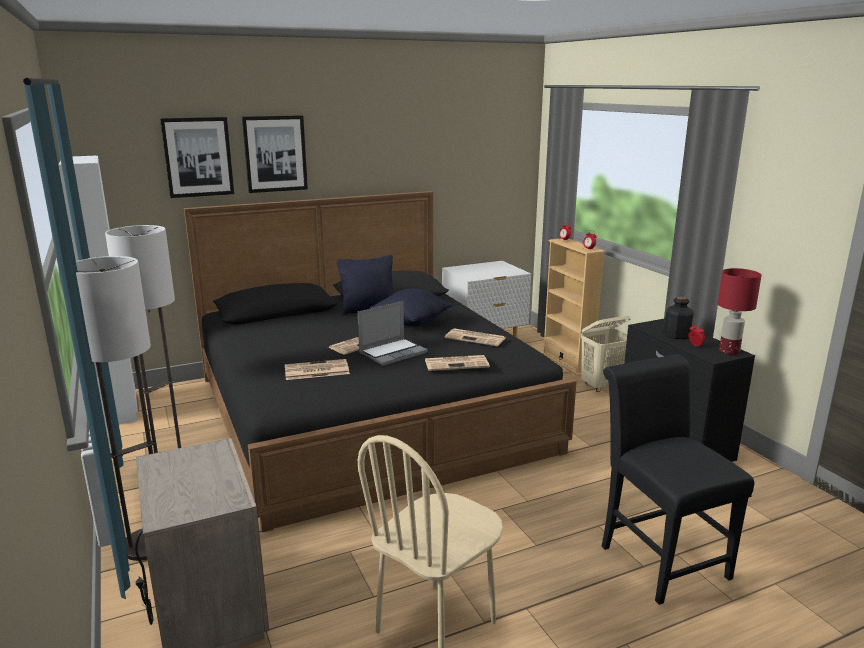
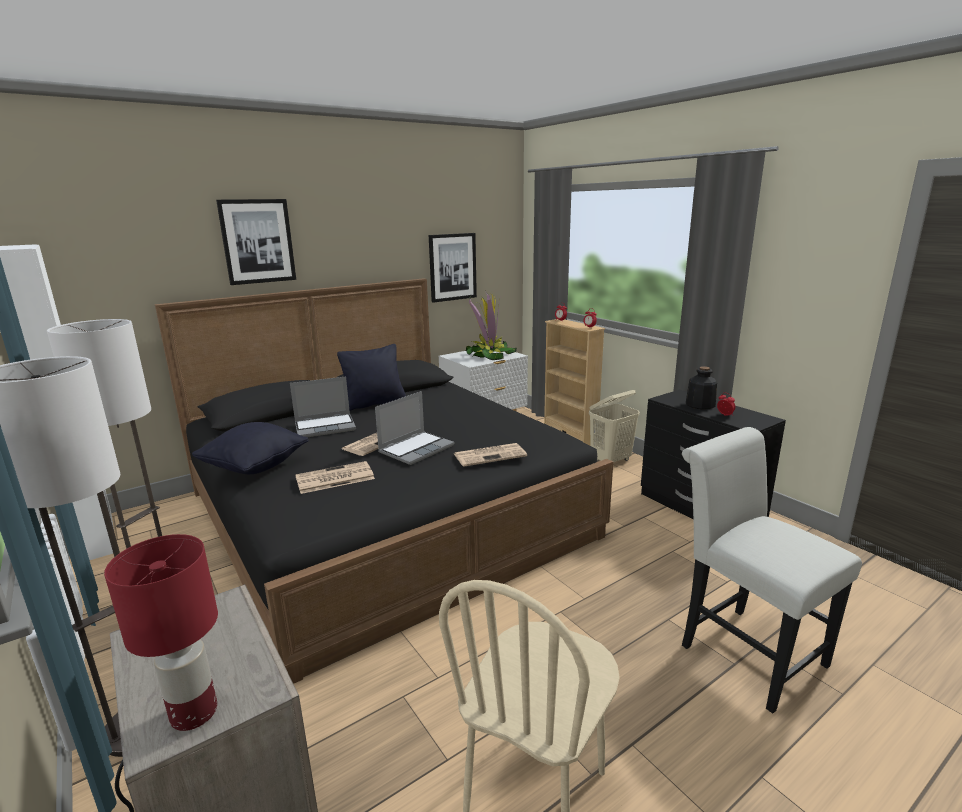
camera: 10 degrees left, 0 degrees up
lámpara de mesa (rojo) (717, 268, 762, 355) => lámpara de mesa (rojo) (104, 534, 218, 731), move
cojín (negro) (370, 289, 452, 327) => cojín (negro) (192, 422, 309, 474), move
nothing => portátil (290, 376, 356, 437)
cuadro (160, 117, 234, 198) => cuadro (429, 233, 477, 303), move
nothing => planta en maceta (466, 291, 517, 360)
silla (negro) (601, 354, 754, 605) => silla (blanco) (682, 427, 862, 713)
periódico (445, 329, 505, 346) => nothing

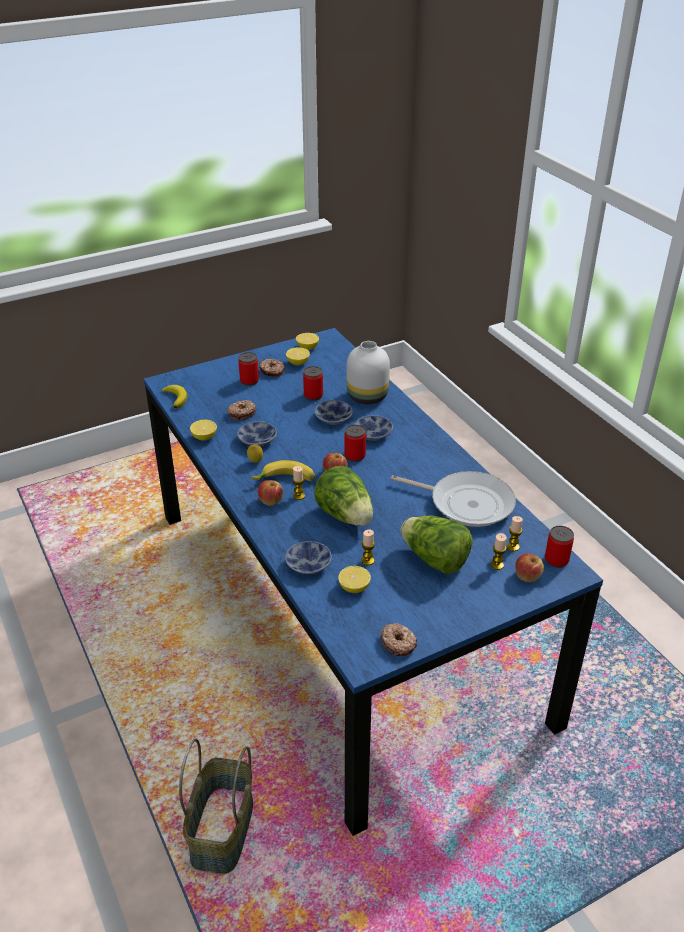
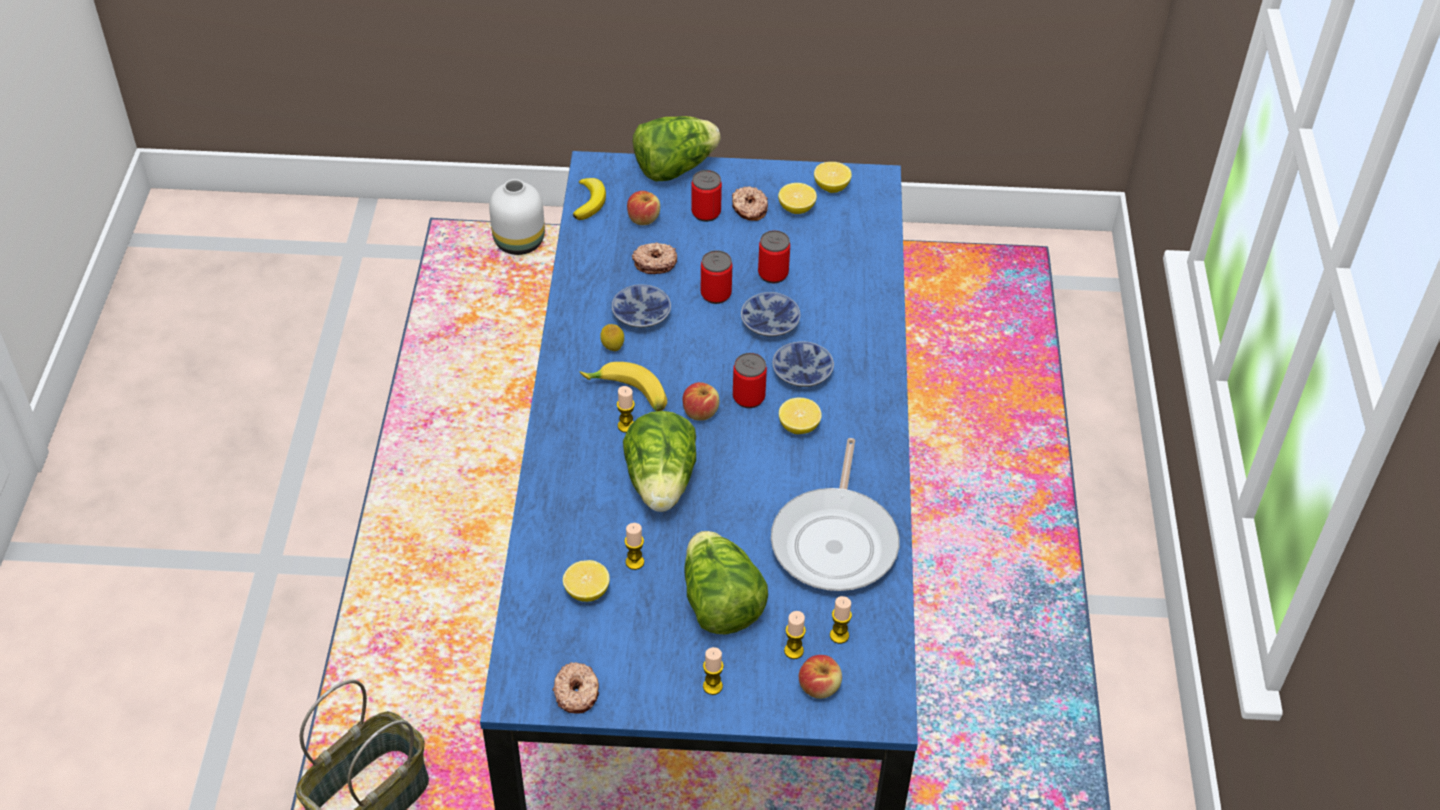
camera: 30 degrees right, 10 degrees up
florero (blanco) (347, 341, 390, 404) => florero (blanco) (489, 179, 545, 255), move
manzana (257, 480, 283, 506) => manzana (627, 191, 660, 225), move
nothing => lechuga (633, 116, 721, 181)
lata (545, 526, 574, 568) => lata (701, 250, 732, 304), move
nothing => vela (703, 647, 724, 695)
sartén (391, 471, 516, 527) => sartén (771, 438, 899, 591), 45 degrees clockwise
limón (190, 420, 217, 441) => limón (779, 397, 822, 434), move
cuenco (285, 541, 332, 574) => nothing

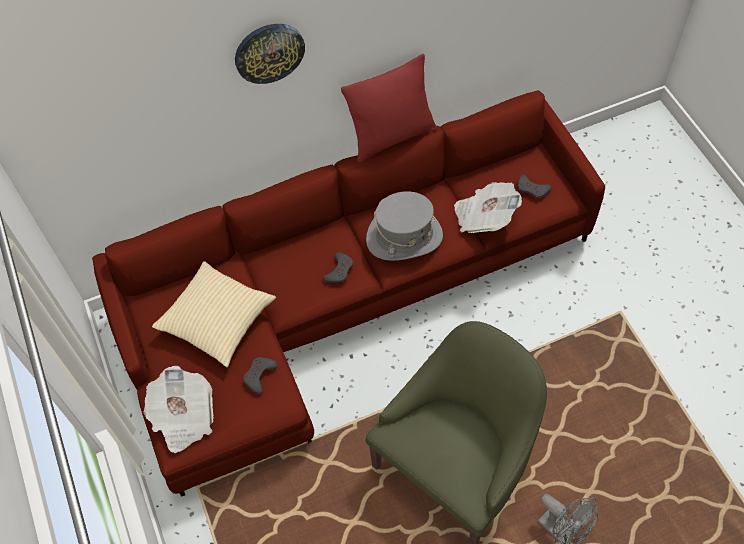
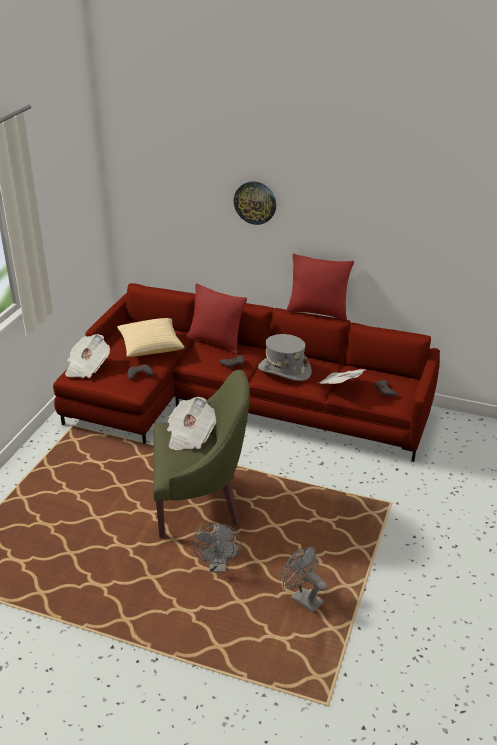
camera: 40 degrees right, 25 degrees down
nothing => periódico (167, 397, 216, 450)
nothing => cojín (rojo) (187, 283, 247, 354)
nothing => ventilador (gris) (282, 547, 327, 613)

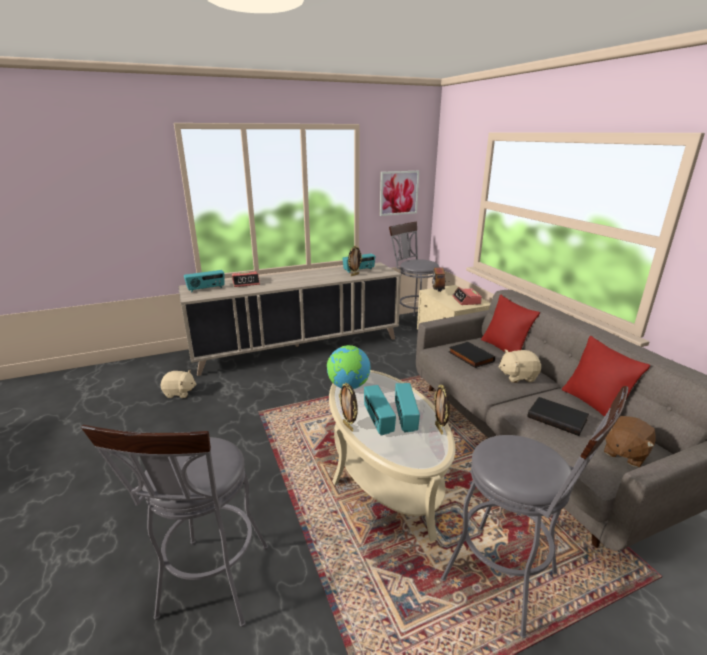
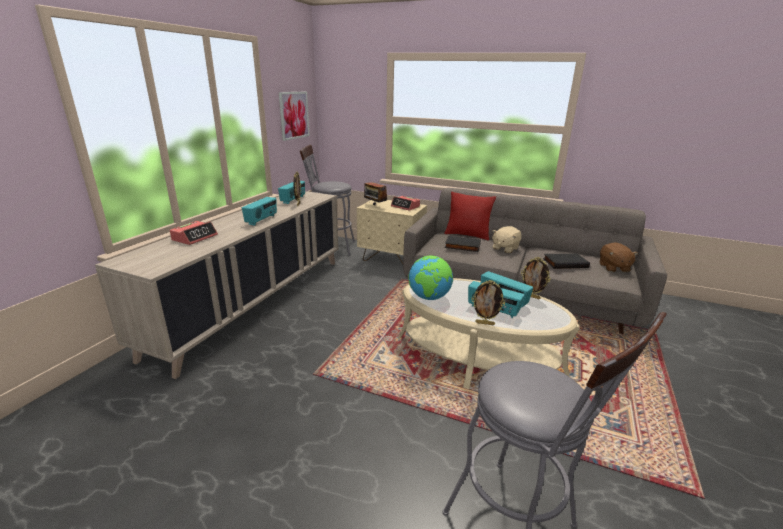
camera: 45 degrees left, 0 degrees up
radio (184, 270, 224, 292) => radio (242, 197, 277, 226), move
peluche (beis) (160, 370, 197, 398) => nothing
taburete (gris) (441, 386, 628, 638) => nothing
cojín (rojo) (562, 335, 650, 417) => nothing

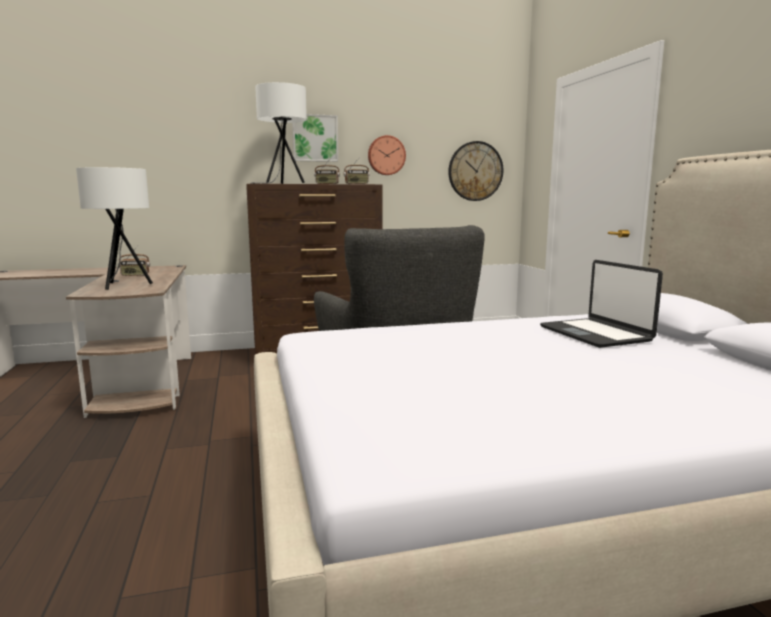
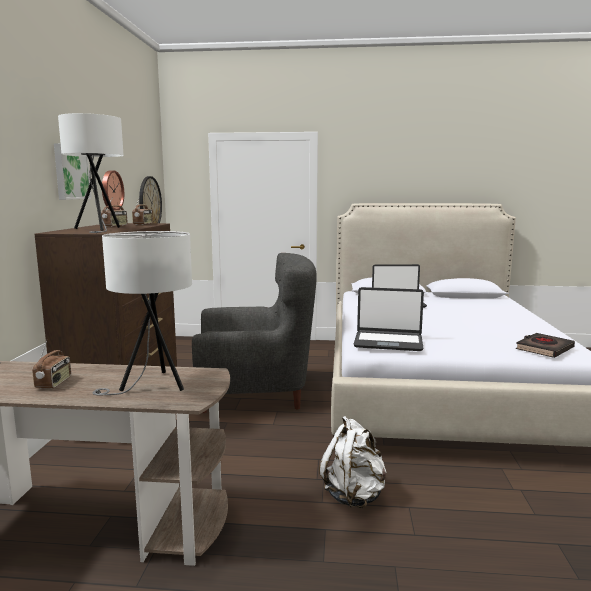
camera: 70 degrees left, 0 degrees up
nothing => mochila (blanco) (319, 416, 387, 508)
nothing => portátil (354, 287, 424, 351)
nothing => libro (negro) (515, 333, 575, 358)

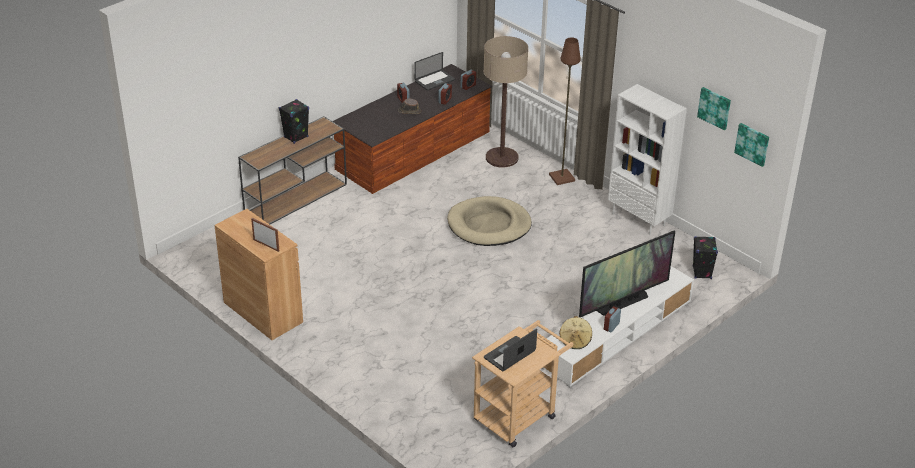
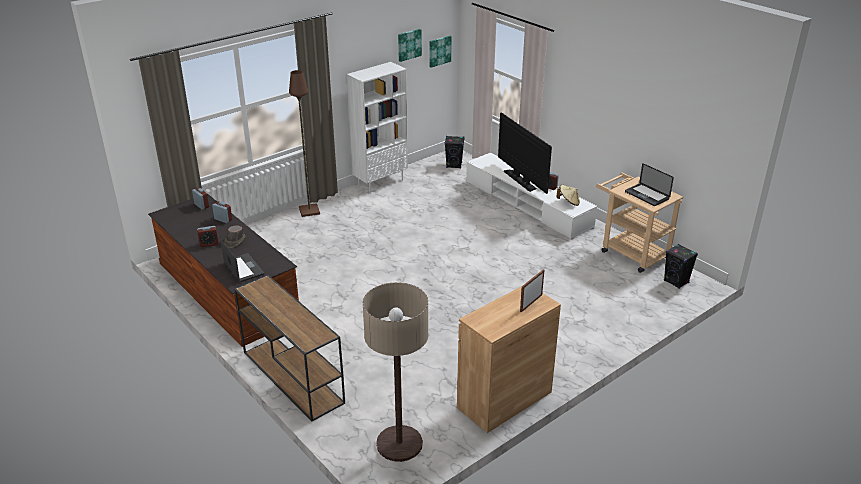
camera: 85 degrees left, 5 degrees down
portátil (414, 52, 455, 91) => portátil (220, 239, 264, 282), move
lámpara de pie (484, 36, 528, 167) => lámpara de pie (363, 283, 429, 462), move
altavoz (negro) (279, 99, 309, 144) => altavoz (negro) (664, 244, 698, 289), move
cama para perro (beis) (447, 196, 532, 246) => nothing

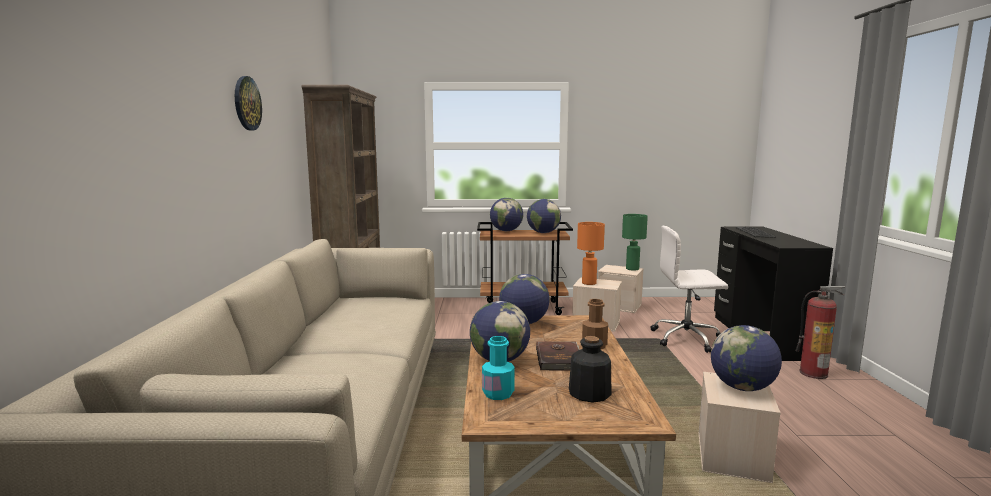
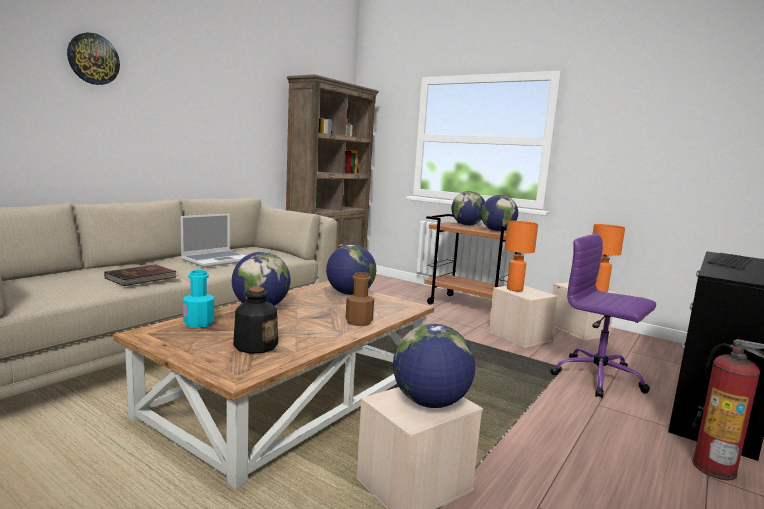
camera: 35 degrees right, 0 degrees up
reloj de pared (235, 76, 262, 130) => reloj de pared (67, 33, 120, 85), move
libro (marrón) (536, 341, 580, 370) => libro (marrón) (104, 264, 178, 286), move
nothing => portátil (181, 213, 246, 267)
silla de oficina (blanco) (651, 226, 728, 353) => silla de oficina (morado) (550, 234, 656, 398)
lámpara de mesa (verde) (622, 214, 648, 271) => lámpara de mesa (naranja) (593, 224, 625, 292)

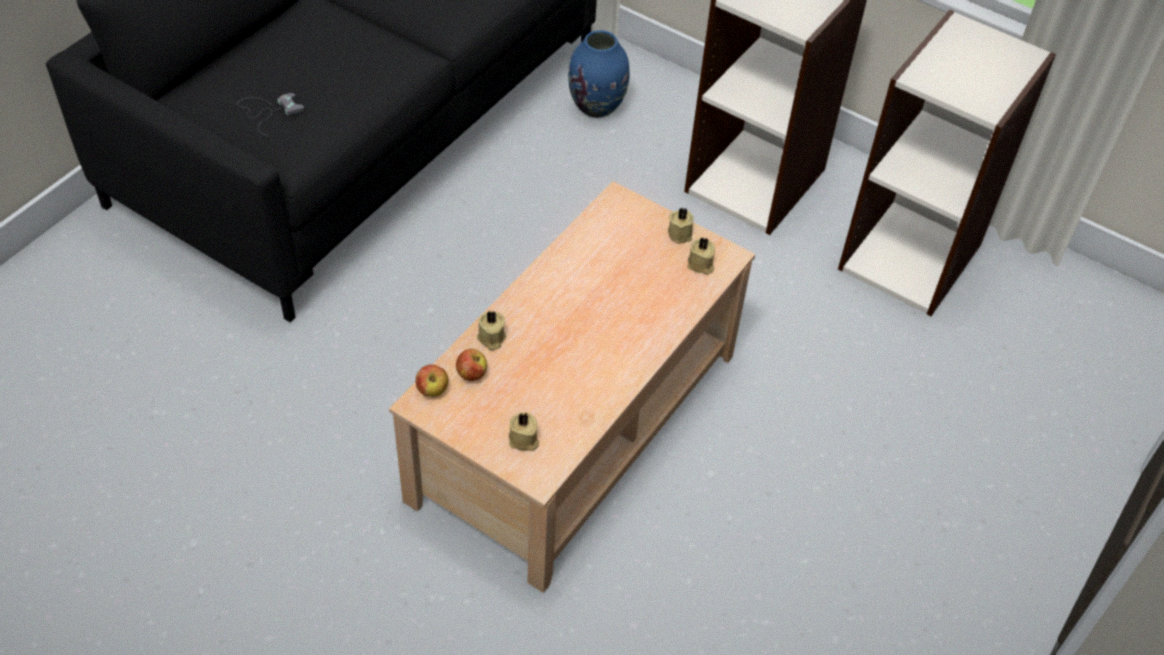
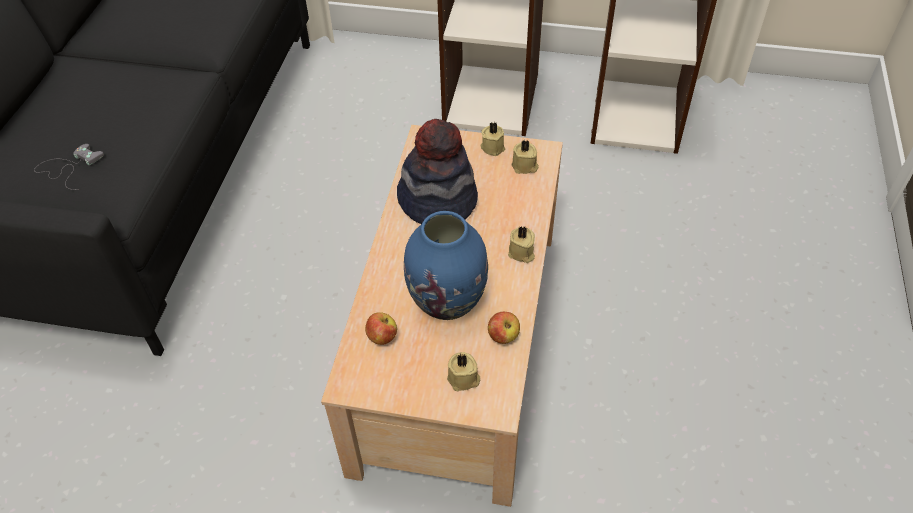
camera: 20 degrees left, 0 degrees up
nothing => sombrero (397, 119, 478, 224)
florero (azul) (568, 30, 630, 118) => florero (azul) (404, 211, 488, 320), move
manzana (415, 365, 448, 396) => manzana (488, 312, 520, 344), move
vela (beis) (477, 311, 506, 350) => vela (beis) (508, 226, 535, 263), move

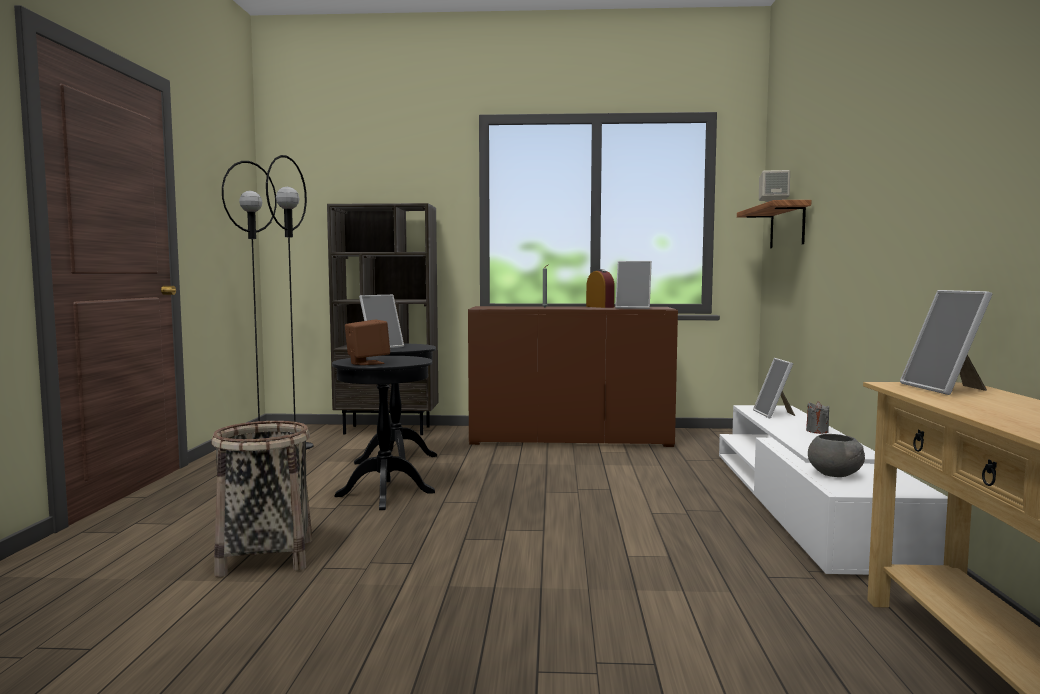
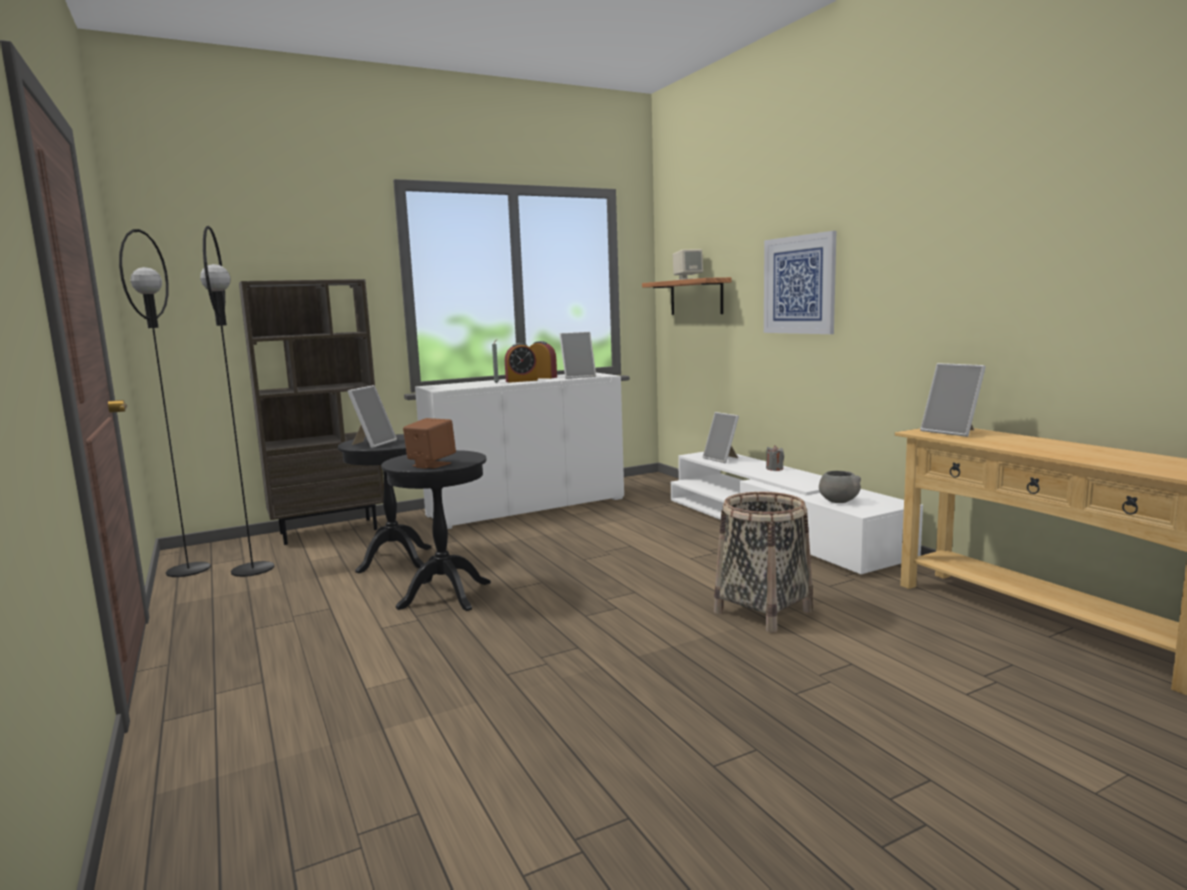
camera: 30 degrees left, 5 degrees up
armario (marrón) (468, 306, 678, 447) => armario (blanco) (415, 373, 624, 529)
nothing => despertador (505, 343, 538, 383)
cesta (211, 421, 312, 577) => cesta (713, 492, 813, 633), move
nothing => cuadro (764, 231, 836, 334)

